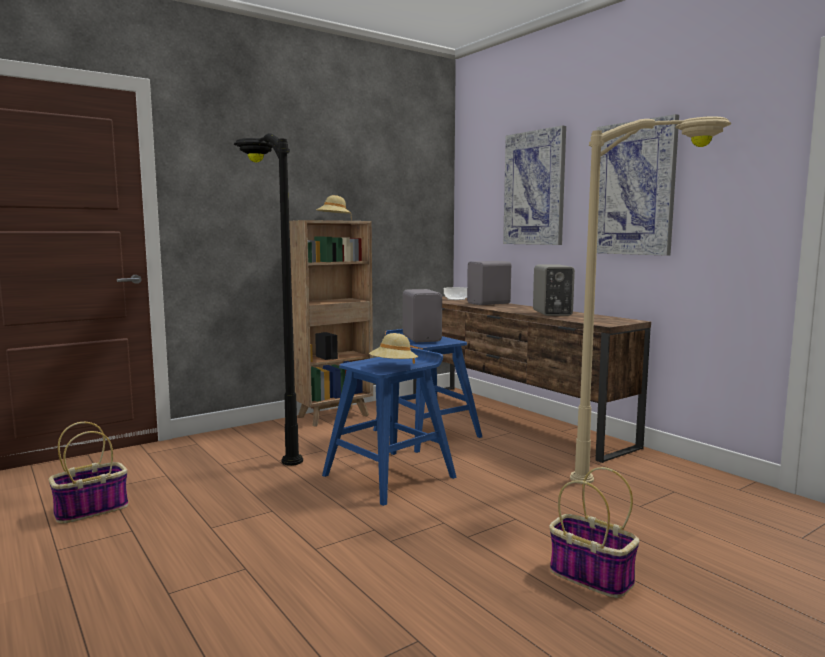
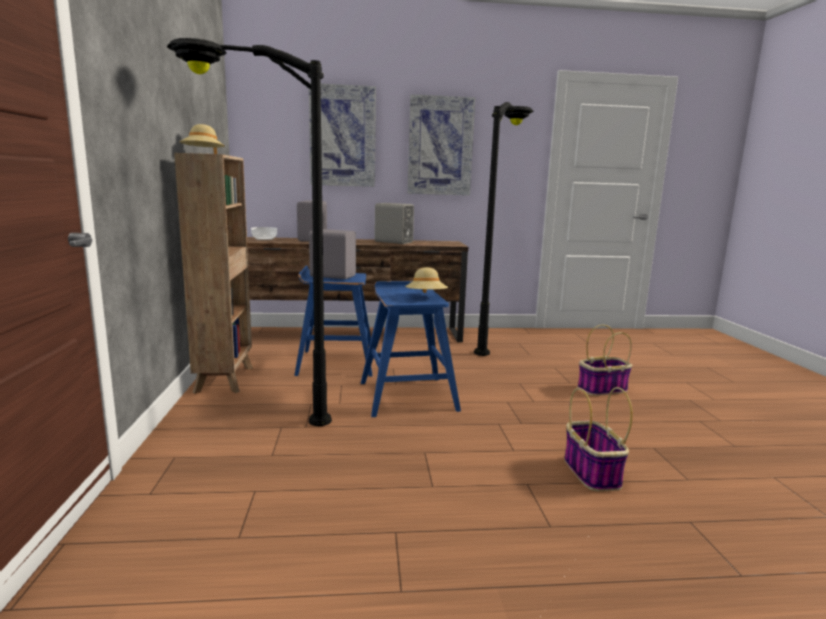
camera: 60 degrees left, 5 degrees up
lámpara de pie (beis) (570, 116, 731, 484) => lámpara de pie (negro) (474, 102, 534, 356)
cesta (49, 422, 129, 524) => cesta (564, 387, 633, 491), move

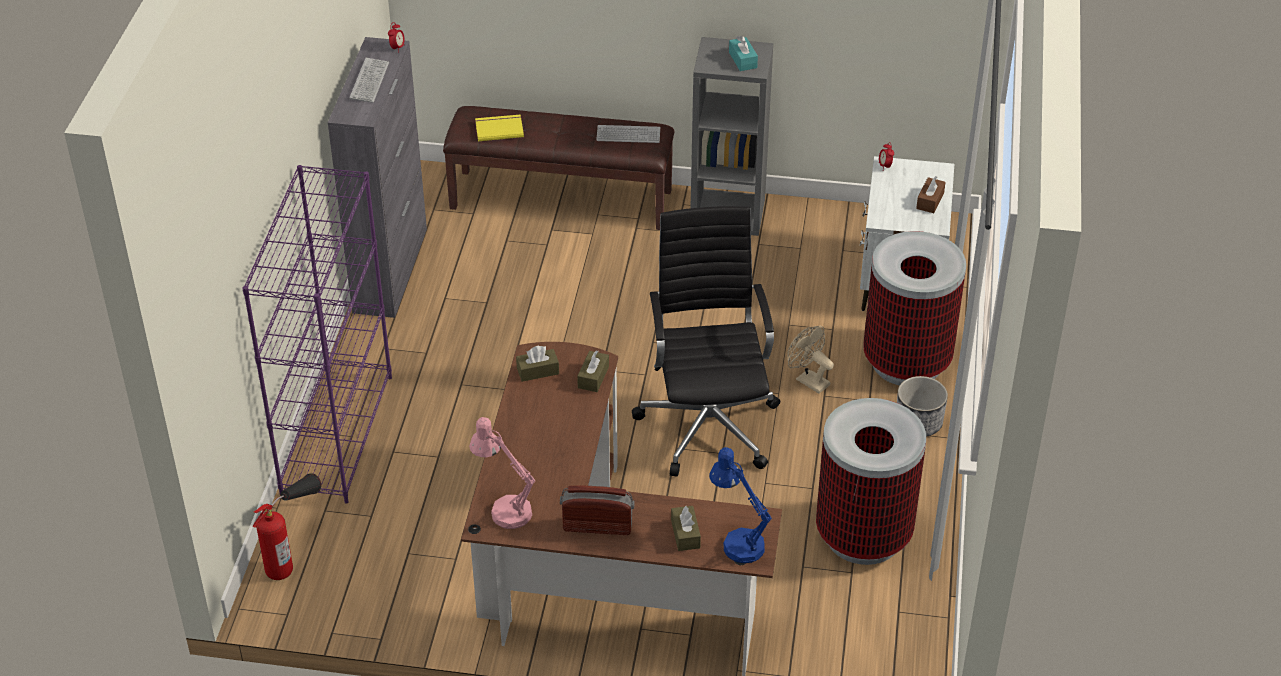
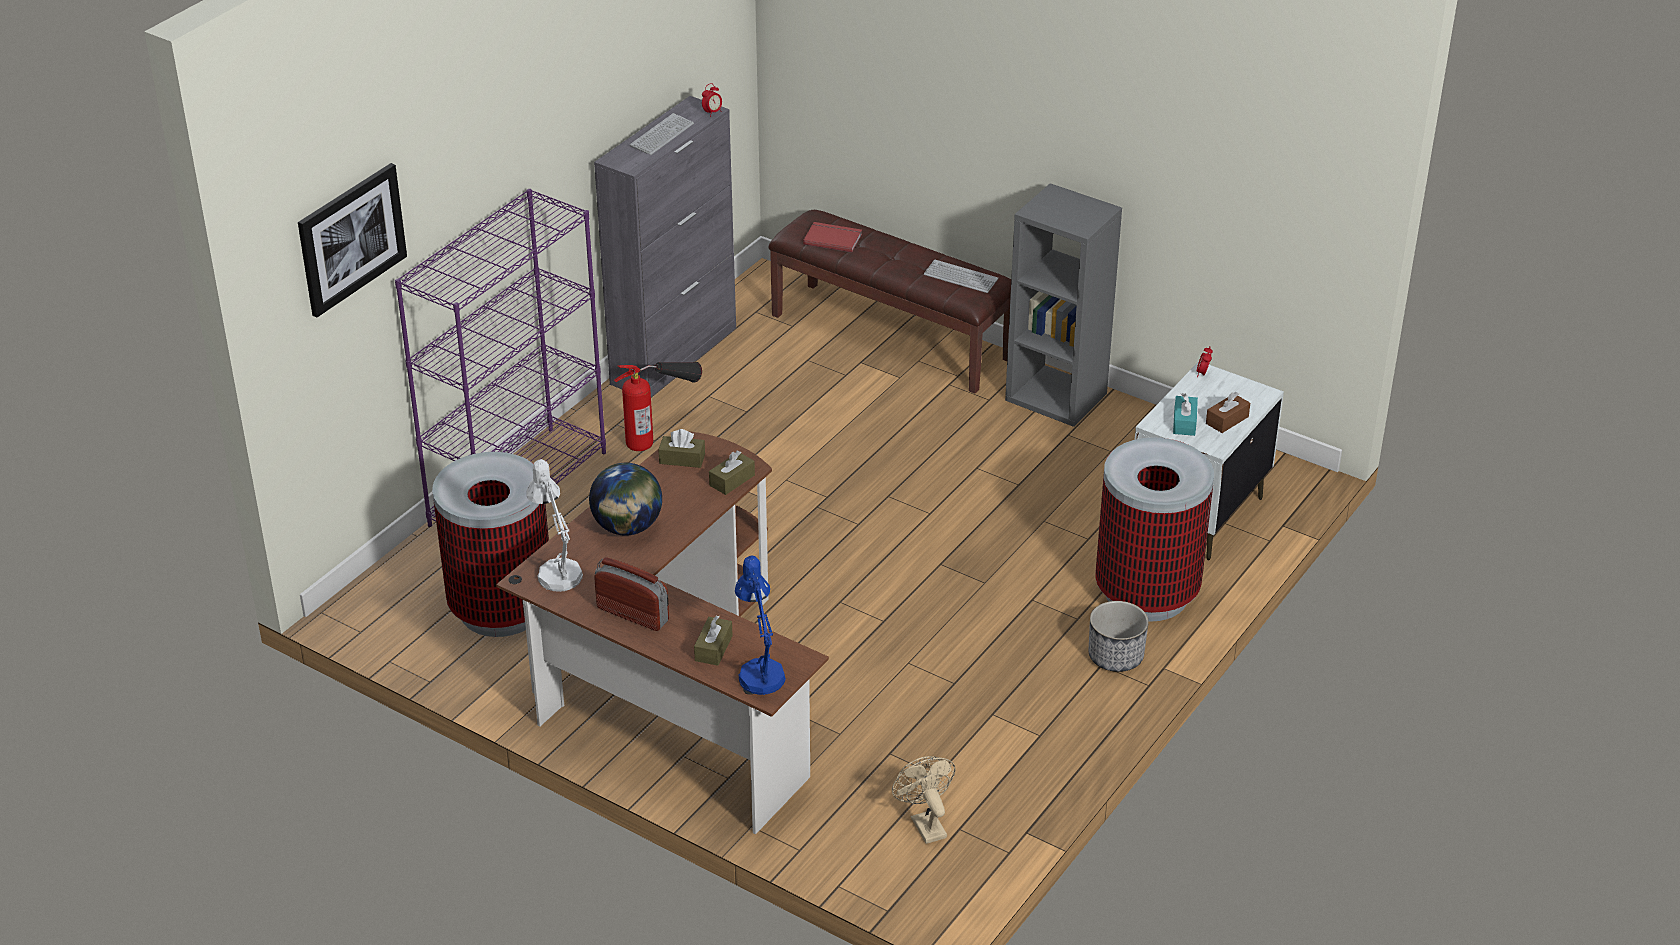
camera: 25 degrees right, 5 degrees down
nothing => cuadro (298, 163, 407, 317)
papelera (816, 398, 926, 565) => papelera (432, 452, 549, 637), move
lámpara de mesa (rosa) (469, 417, 535, 529) => lámpara de mesa (blanco) (526, 459, 583, 592)
nothing => globo terráqueo (589, 463, 662, 536)
extintor (253, 473, 321, 580) => extintor (614, 362, 702, 451), move
libro (amarillo) (475, 114, 524, 141) => libro (rojo) (803, 222, 862, 253)
ventilador (beis) (787, 326, 834, 394) => ventilador (beis) (892, 756, 956, 844), move
caja de pañuelos (turquesa) (729, 36, 758, 71) => caja de pañuelos (turquesa) (1173, 393, 1198, 436), move
silla de oficina (negro) (632, 206, 780, 477) => nothing

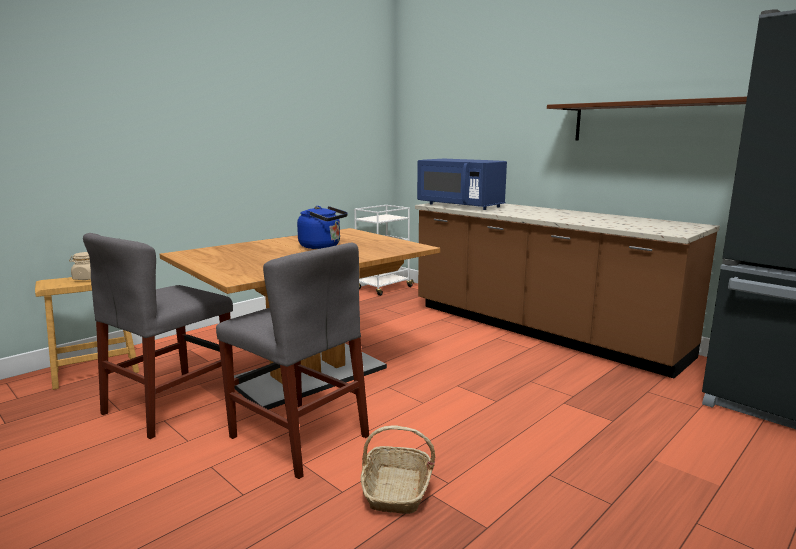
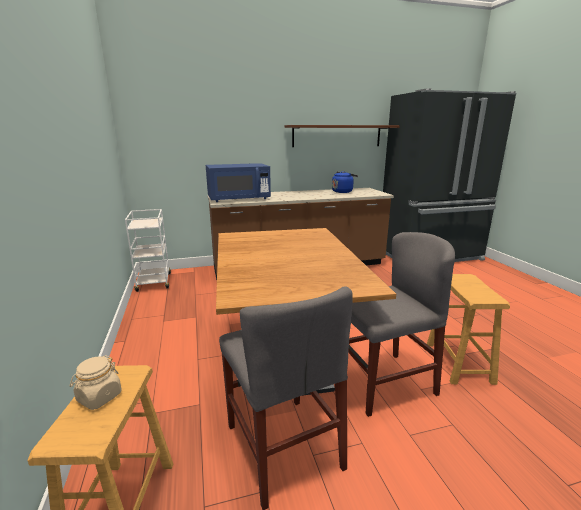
camera: 60 degrees left, 5 degrees up
hervidor (azul) (297, 206, 348, 249) => hervidor (azul) (332, 171, 358, 193), move
cesta (360, 425, 435, 514) => taburete (marrón) (427, 274, 510, 385)

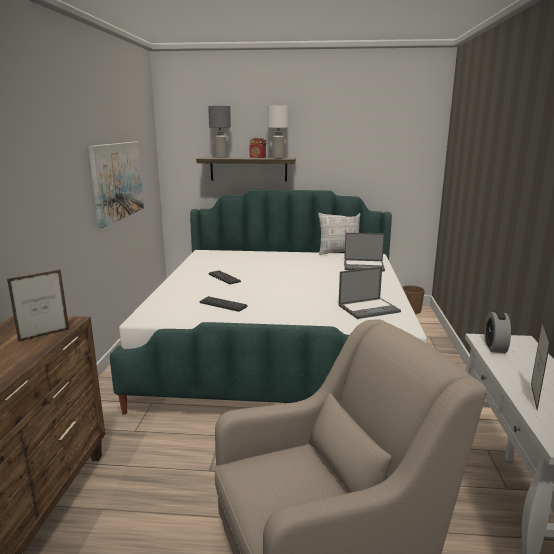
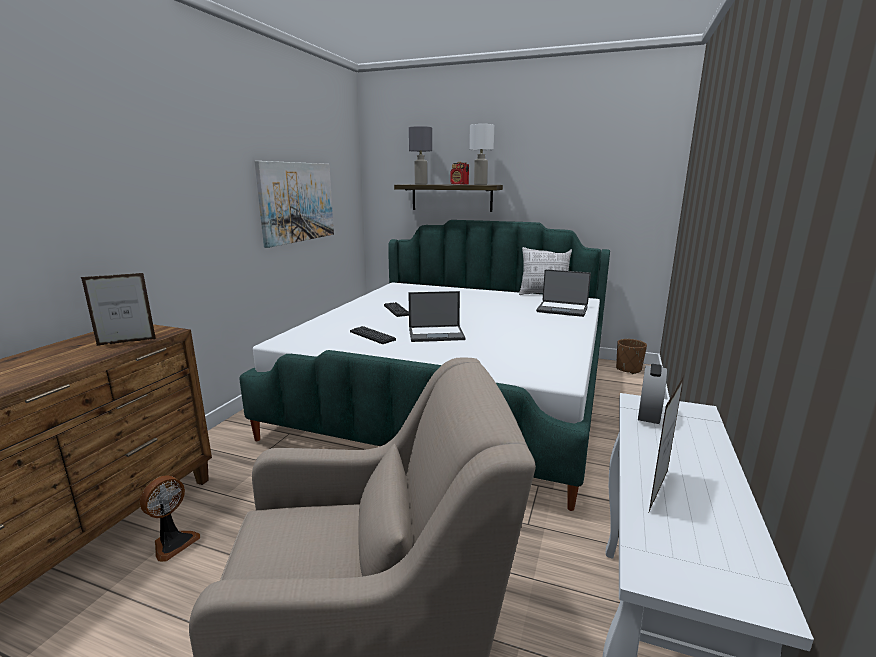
camera: 15 degrees right, 0 degrees up
nothing => ventilador (140, 475, 200, 562)
portátil (338, 267, 401, 319) => portátil (408, 291, 466, 342), move

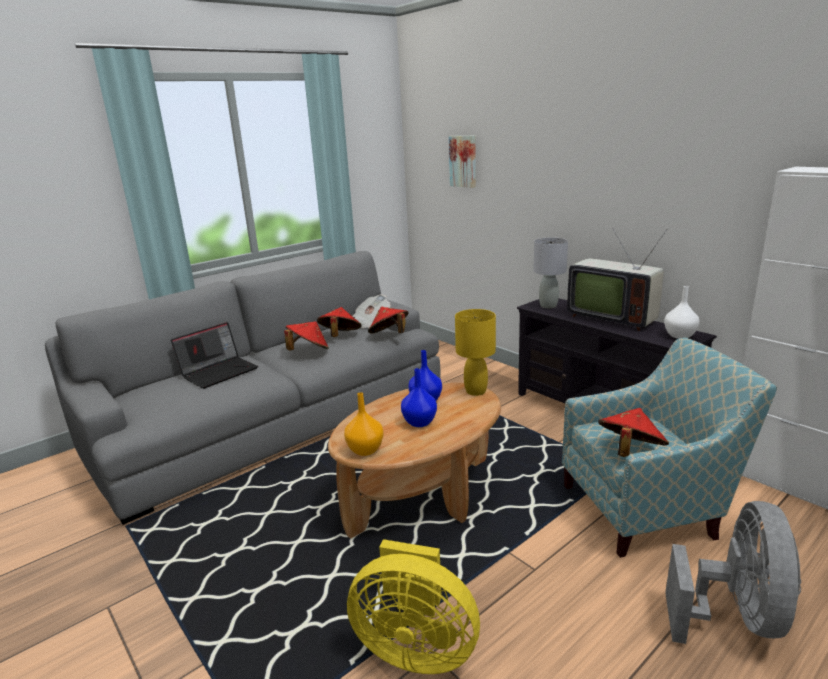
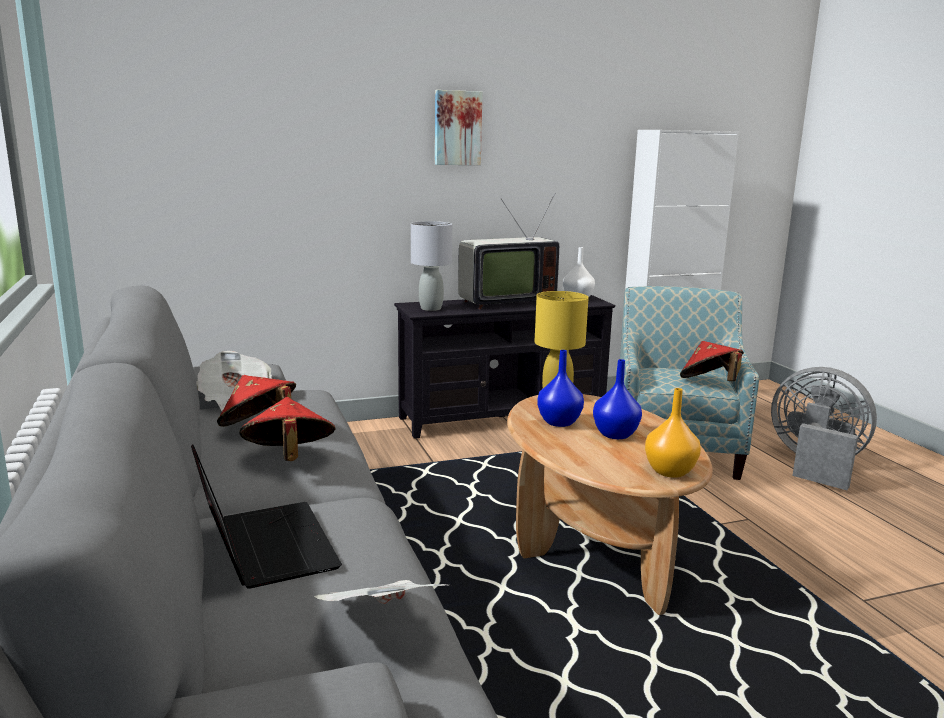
camera: 70 degrees left, 5 degrees down
nothing => periódico (314, 580, 447, 604)
cuadro (449, 136, 476, 188) => cuadro (435, 90, 483, 165), move
ventilador (amarillo) (347, 539, 480, 674) => nothing
sombrero (rojo) (368, 307, 409, 334) => nothing

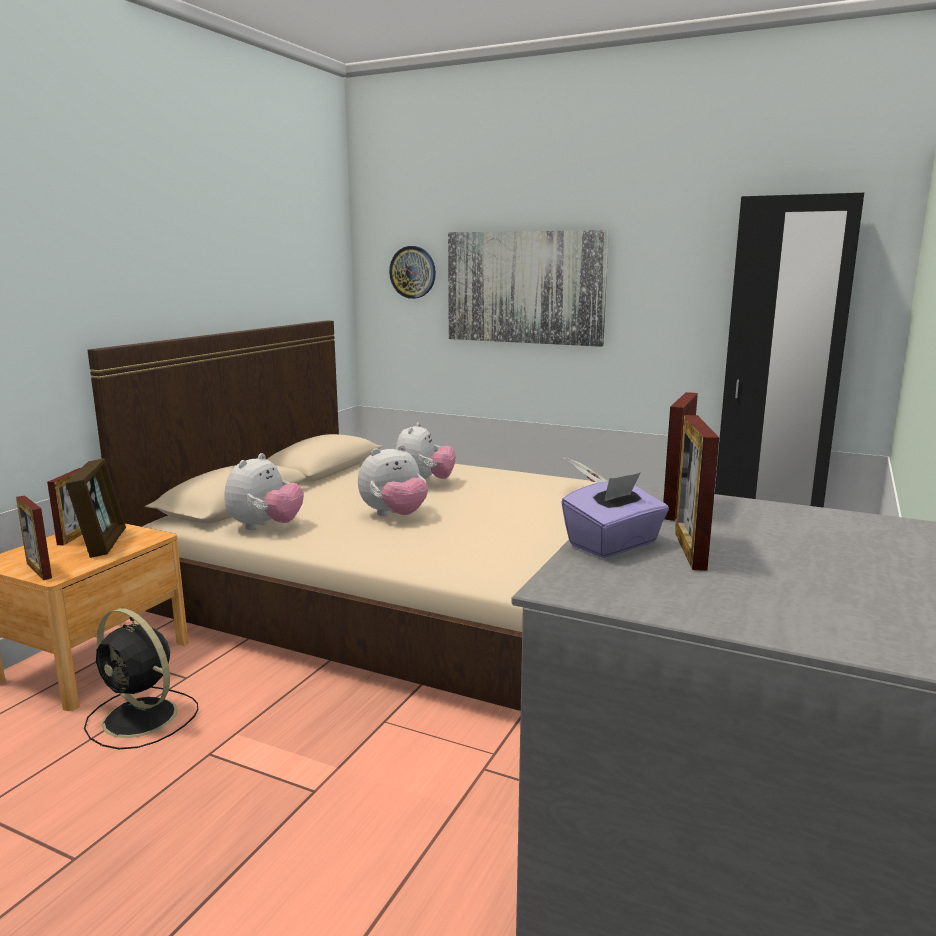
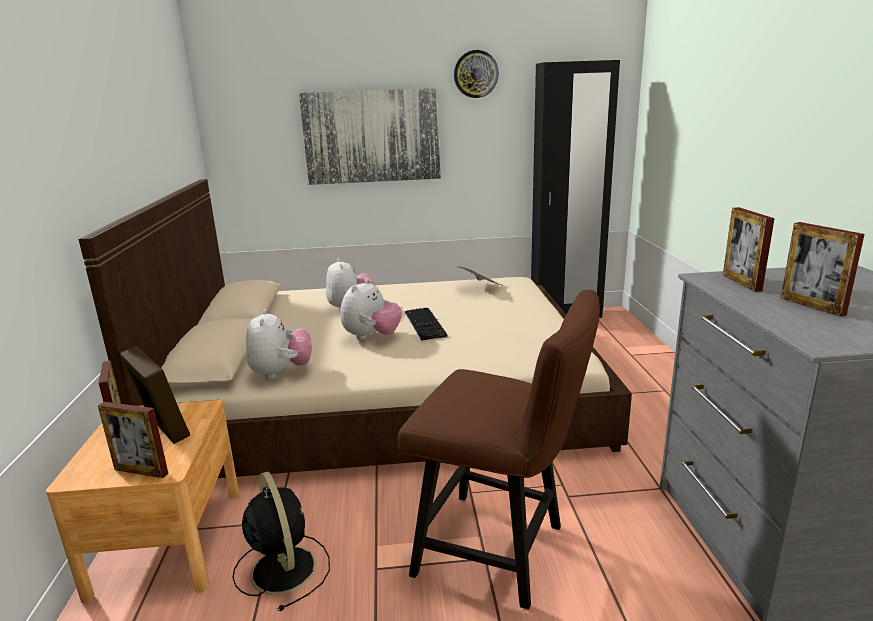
camera: 30 degrees left, 5 degrees up
ventilador (negro) (84, 608, 198, 749) => ventilador (negro) (232, 471, 330, 611), 120 degrees counterclockwise
nothing => silla (marrón) (397, 290, 600, 609)
nothing => teclado (405, 308, 448, 341)
reloj de pared (389, 246, 436, 299) => reloj de pared (454, 50, 499, 98), move
caja de pañuelos (morado) (561, 472, 669, 558) => nothing

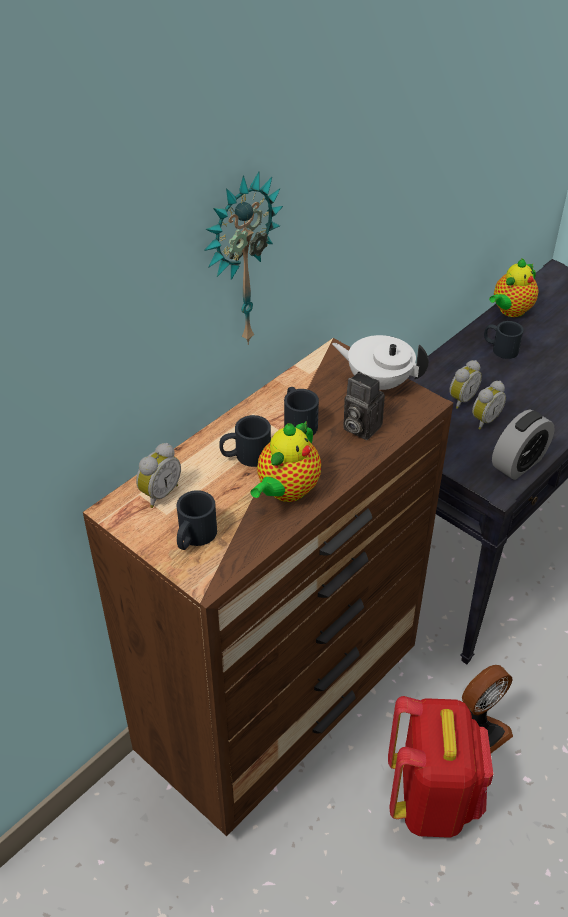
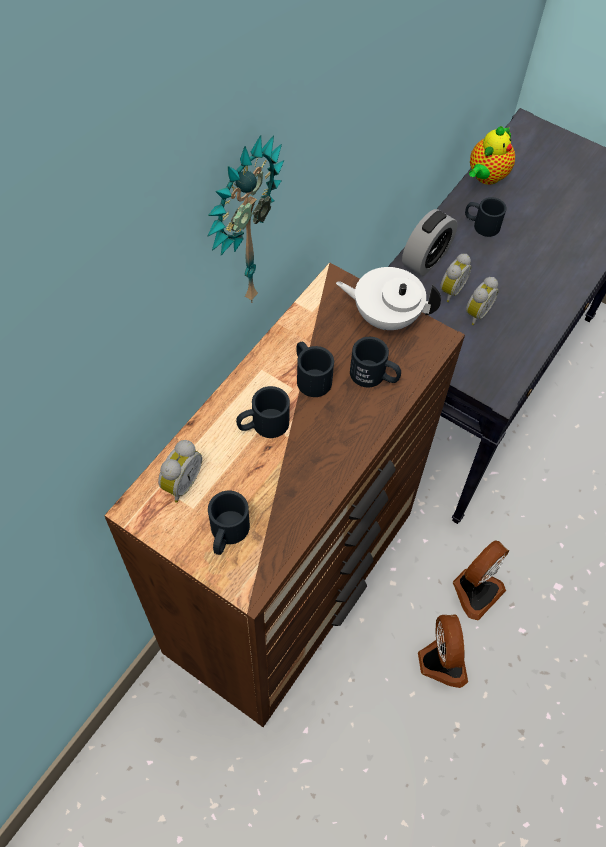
camera: 10 degrees left, 15 degrees up
cámara (343, 372, 385, 440) => taza grande (negro) (350, 337, 401, 387)
despertador (492, 410, 555, 480) => despertador (402, 209, 458, 276), move
mochila (rojo) (388, 696, 493, 838) => ventilador (418, 614, 468, 688)
tetera (250, 422, 321, 502) => nothing

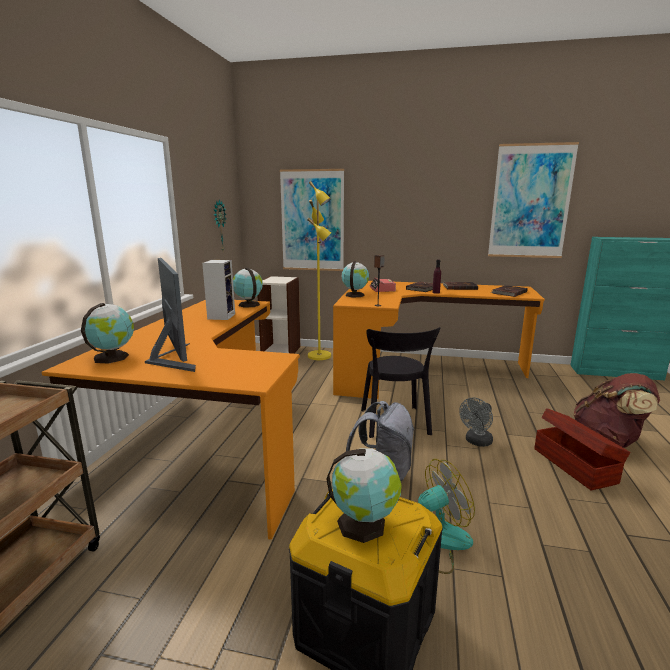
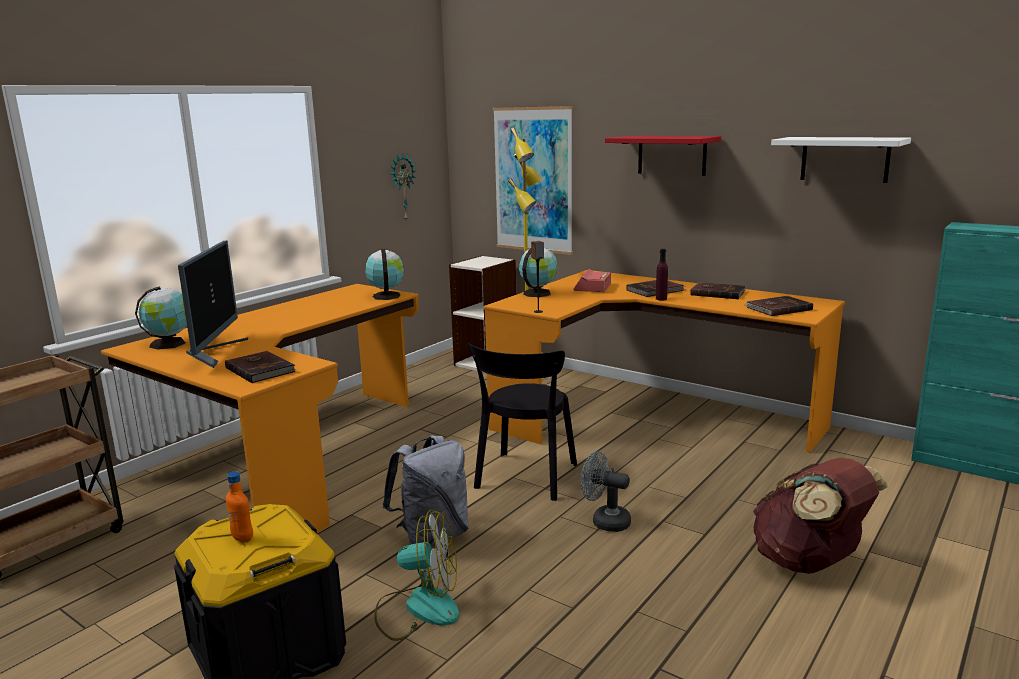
camera: 25 degrees right, 0 degrees up
nothing => libro (marrón) (225, 351, 296, 383)
globo terráqueo (326, 448, 402, 543) => botella (naranja) (226, 472, 253, 543)
ventilador (gris) (459, 397, 493, 447) => ventilador (gris) (581, 451, 631, 532), 45 degrees clockwise
nothing => estante (rojo) (605, 136, 721, 176)
cuadro (488, 142, 579, 258) => estante (blanco) (771, 137, 911, 183)
altavoz (202, 260, 235, 320) => nothing
caja de almacenaje (marrón) (534, 408, 630, 490) => nothing

